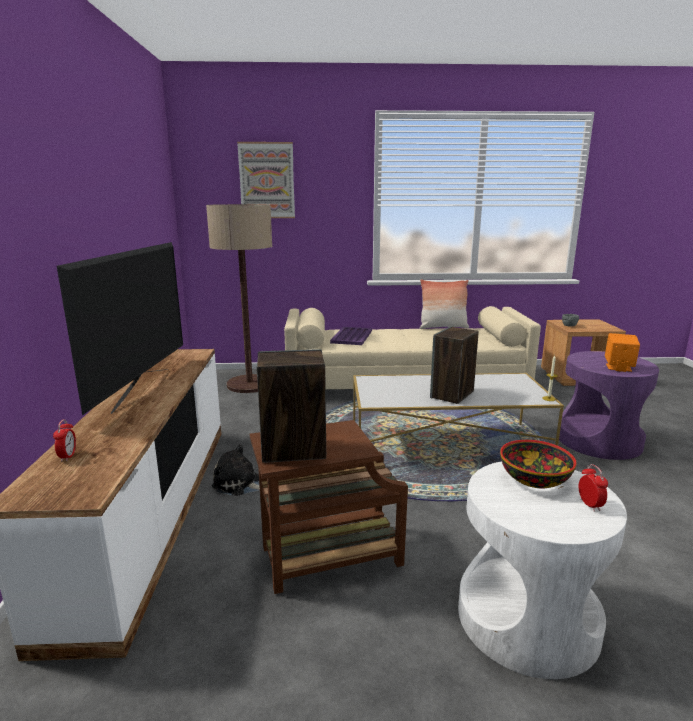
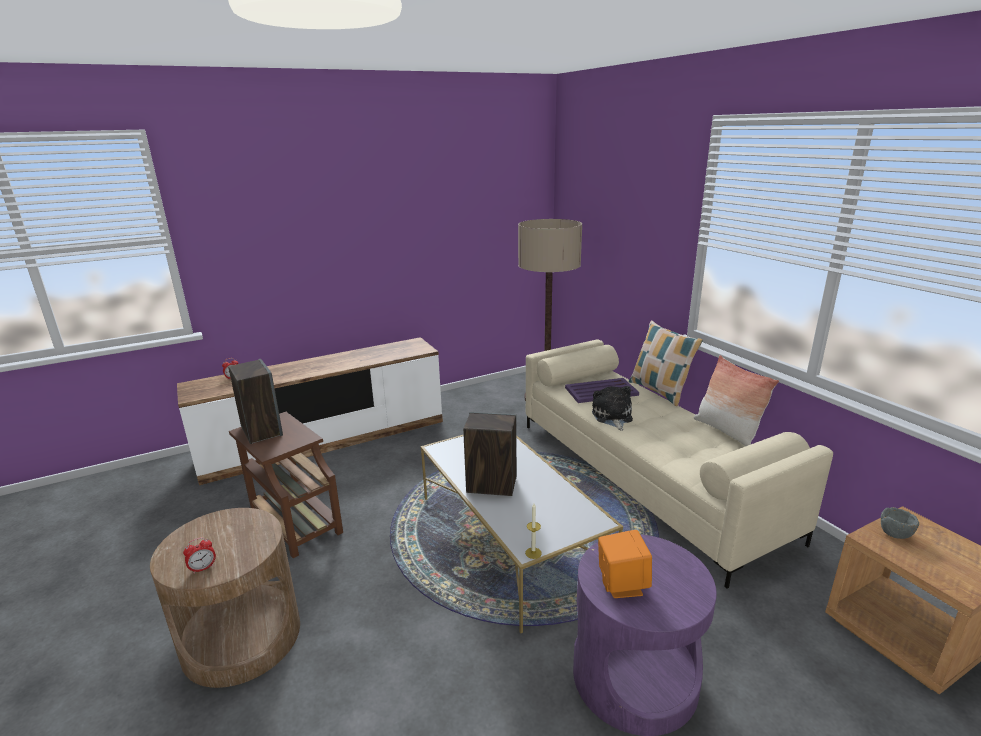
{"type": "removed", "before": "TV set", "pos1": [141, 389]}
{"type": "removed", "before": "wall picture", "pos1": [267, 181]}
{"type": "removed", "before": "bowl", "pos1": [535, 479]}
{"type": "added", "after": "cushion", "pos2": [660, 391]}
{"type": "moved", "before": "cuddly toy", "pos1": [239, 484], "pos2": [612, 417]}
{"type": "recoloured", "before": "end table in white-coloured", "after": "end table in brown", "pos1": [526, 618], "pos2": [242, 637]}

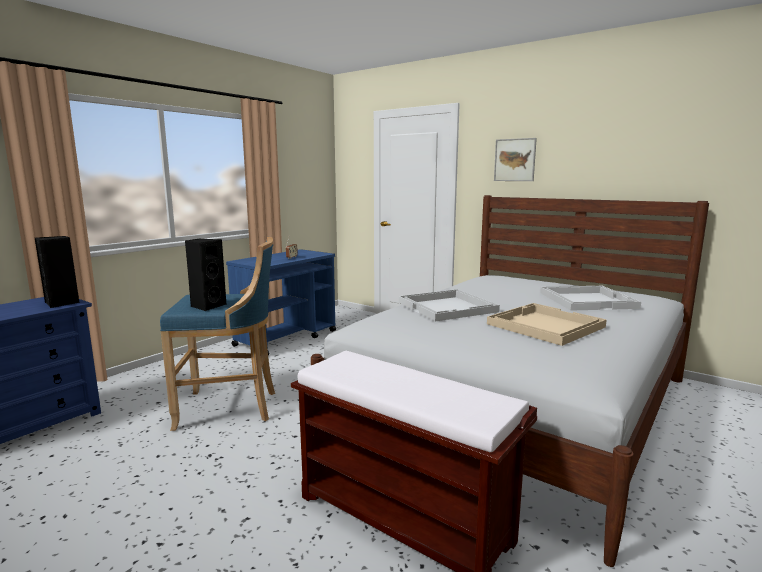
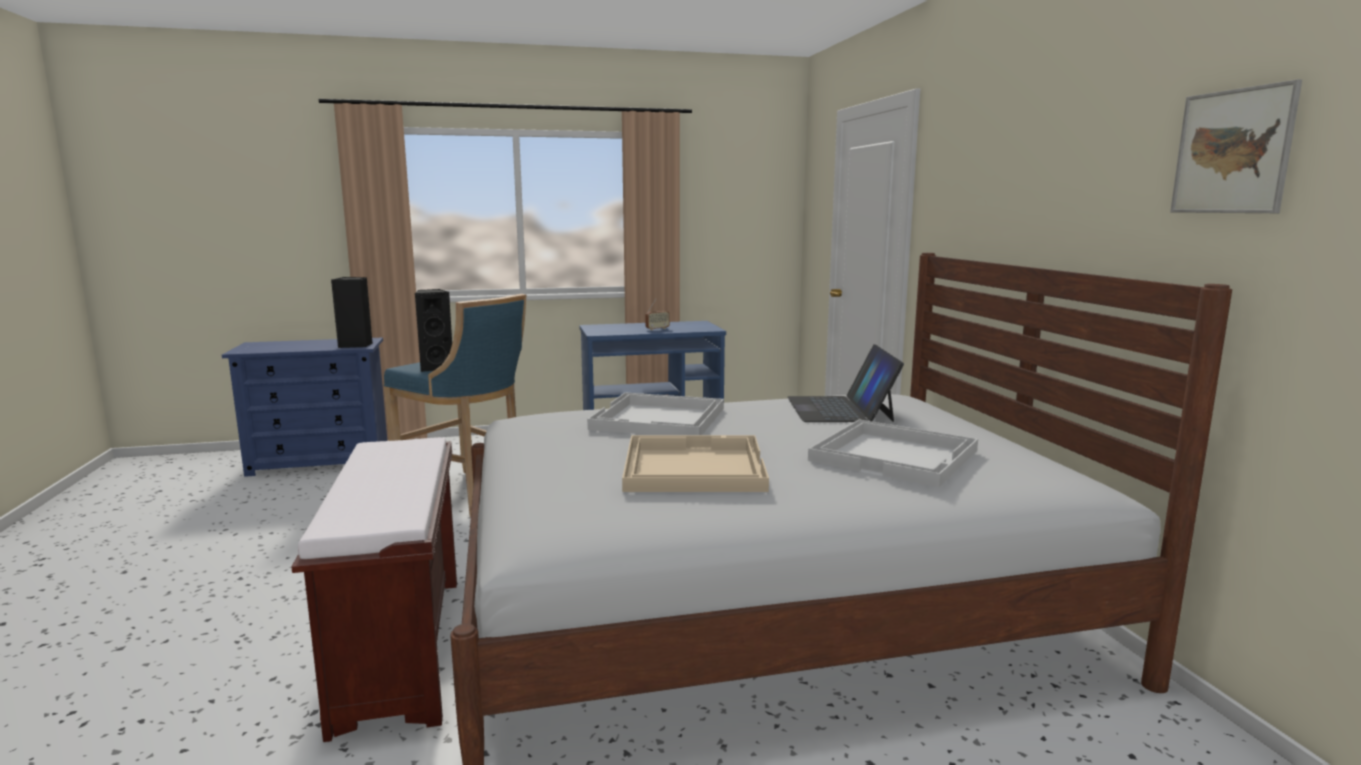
{"type": "added", "after": "notebook computer", "pos2": [840, 409]}
{"type": "moved", "before": "wall picture", "pos1": [514, 160], "pos2": [1232, 151]}

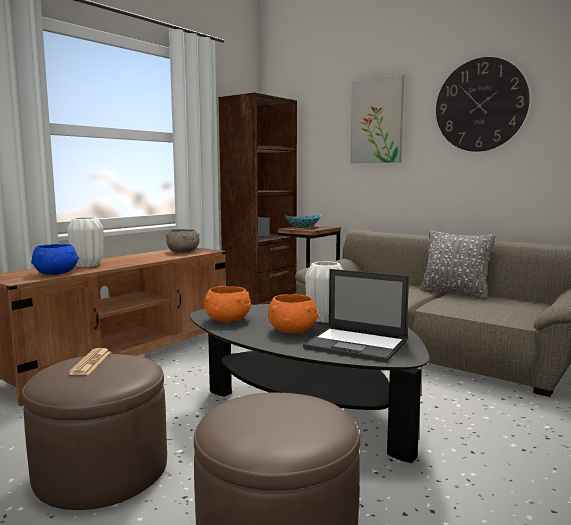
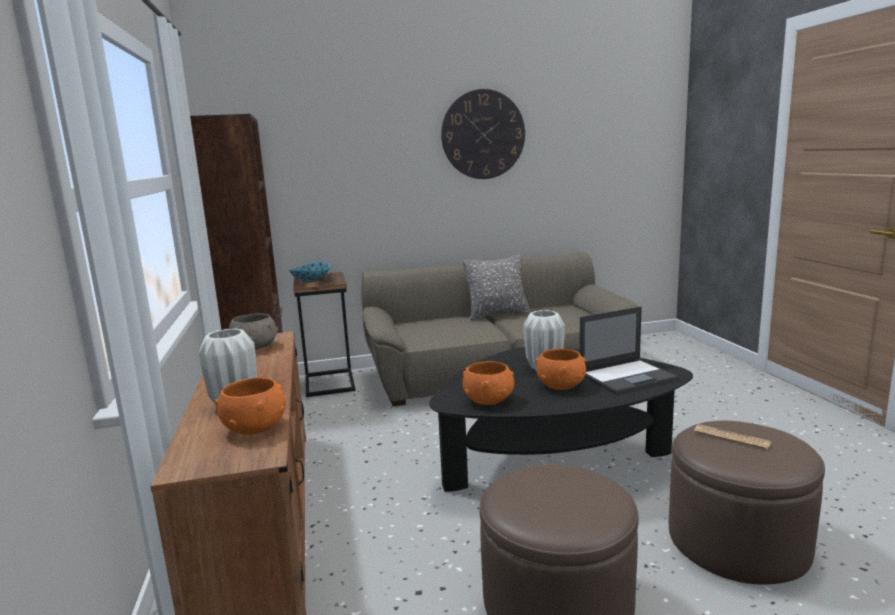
{"type": "removed", "before": "wall picture", "pos1": [377, 121]}
{"type": "moved", "before": "printed paper", "pos1": [91, 362], "pos2": [731, 438]}
{"type": "recoloured", "before": "bowl in blue", "after": "bowl in orange-coloured", "pos1": [56, 273], "pos2": [255, 427]}

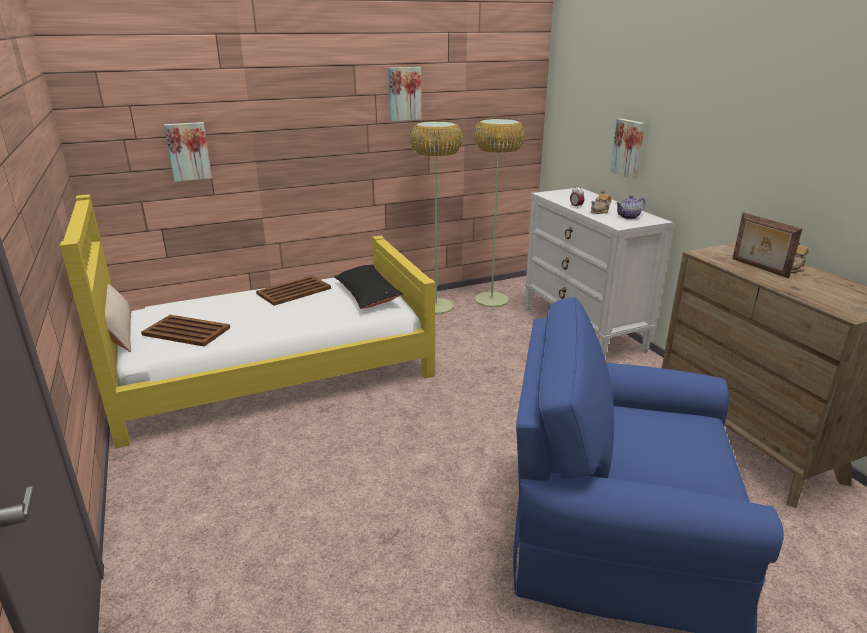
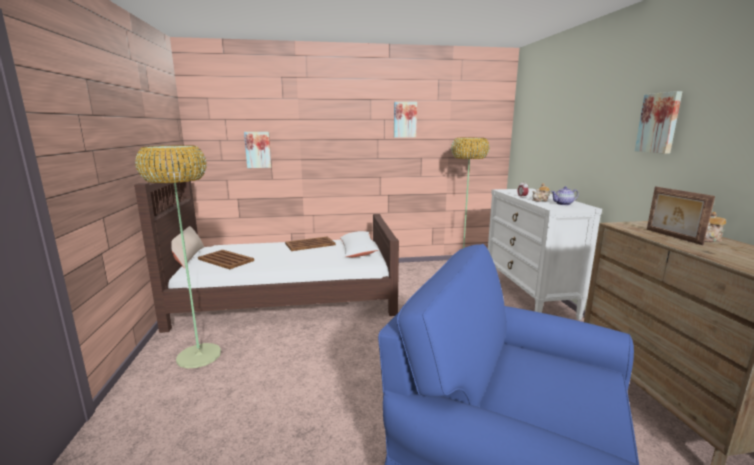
{"type": "moved", "before": "floor lamp", "pos1": [435, 306], "pos2": [198, 356]}
{"type": "moved", "before": "wall picture", "pos1": [629, 148], "pos2": [659, 123]}
{"type": "recoloured", "before": "bed in yellowish", "after": "bed in brown", "pos1": [273, 370], "pos2": [286, 297]}
{"type": "recoloured", "before": "cushion in black", "after": "cushion in white-coloured", "pos1": [367, 295], "pos2": [357, 250]}

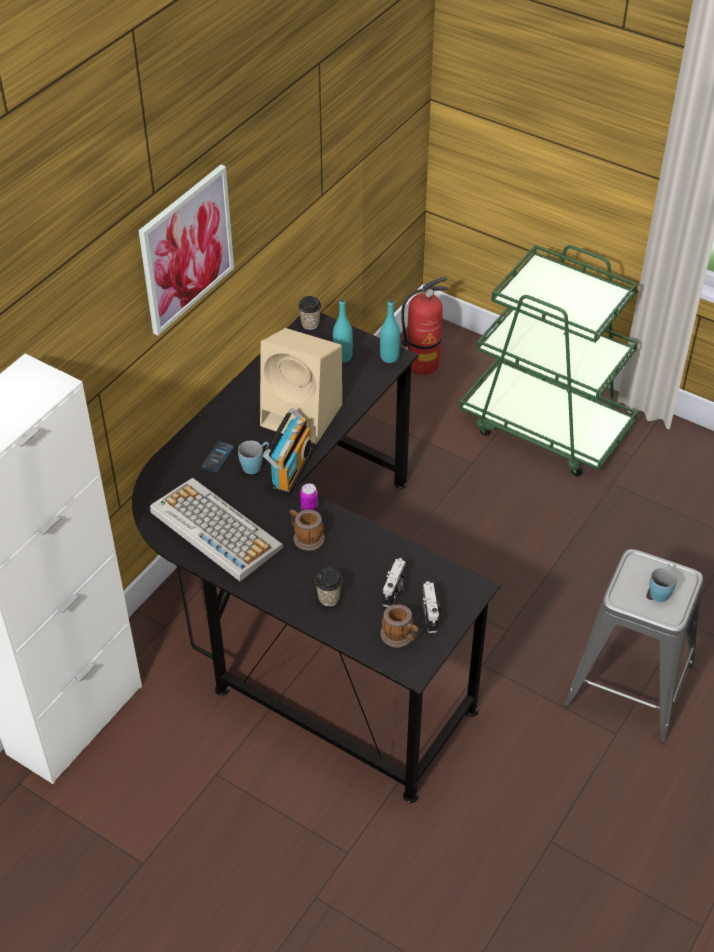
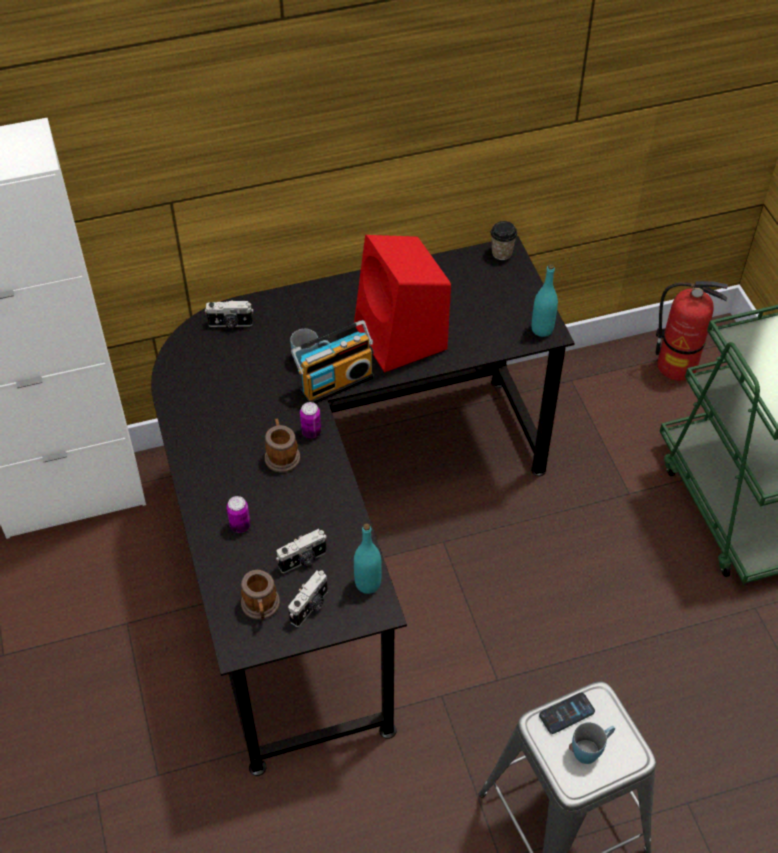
{"type": "removed", "before": "wall picture", "pos1": [186, 249]}
{"type": "removed", "before": "PC keyboard", "pos1": [214, 529]}
{"type": "added", "after": "still camera", "pos2": [230, 324]}
{"type": "moved", "before": "phone", "pos1": [217, 457], "pos2": [566, 713]}
{"type": "moved", "before": "beverage bottle in turquoise-coloured", "pos1": [342, 357], "pos2": [368, 583]}
{"type": "replaced", "before": "cup", "after": "can", "pos1": [329, 598], "pos2": [240, 525]}
{"type": "recoloured", "before": "loudspeaker in sand-coloured", "after": "loudspeaker in reddish", "pos1": [304, 415], "pos2": [402, 338]}

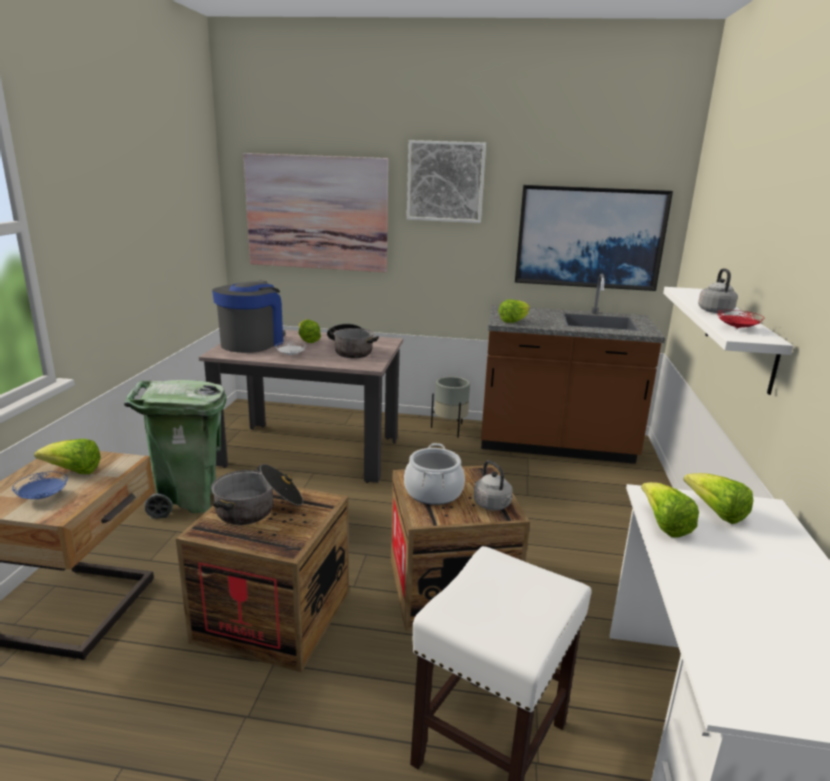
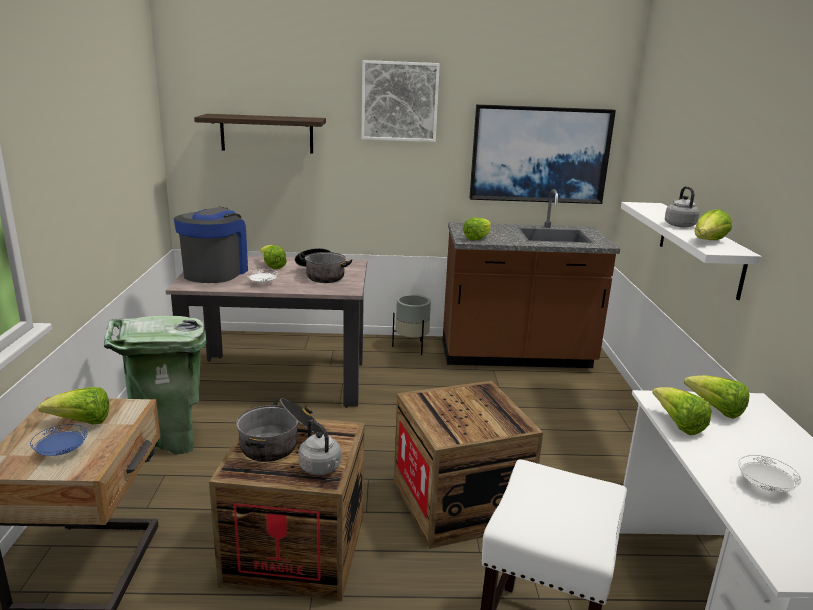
{"type": "removed", "before": "stockpot", "pos1": [433, 492]}
{"type": "added", "after": "plate in white-coloured", "pos2": [765, 486]}
{"type": "moved", "before": "kettle in greyish", "pos1": [493, 505], "pos2": [321, 468]}
{"type": "replaced", "before": "wall picture", "after": "bracket shelf", "pos1": [317, 213], "pos2": [267, 134]}
{"type": "replaced", "before": "plate in reddish", "after": "head of lettuce", "pos1": [737, 328], "pos2": [708, 242]}

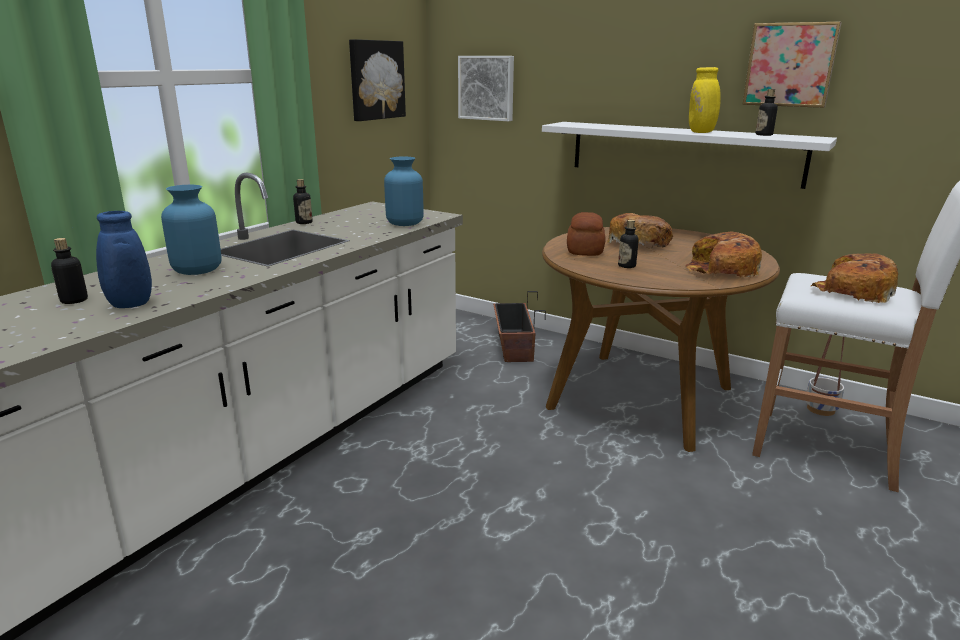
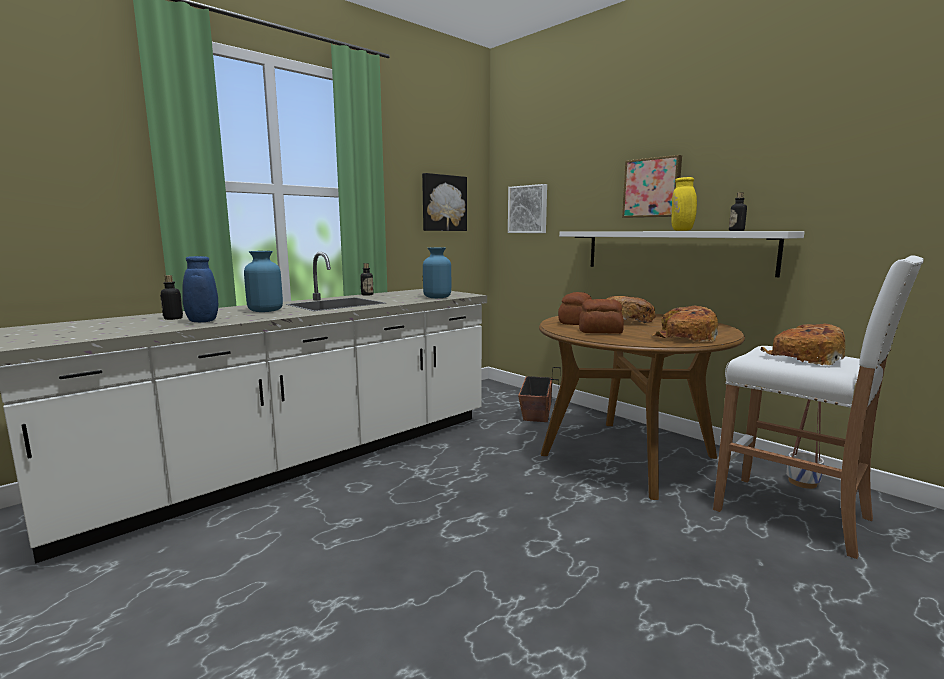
{"type": "moved", "before": "wall picture", "pos1": [790, 65], "pos2": [652, 188]}
{"type": "replaced", "before": "beverage bottle", "after": "bakery bread", "pos1": [626, 266], "pos2": [601, 331]}

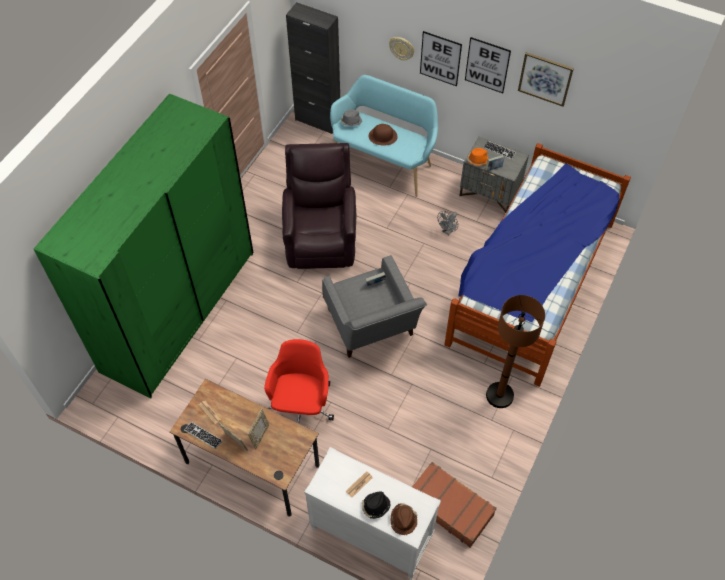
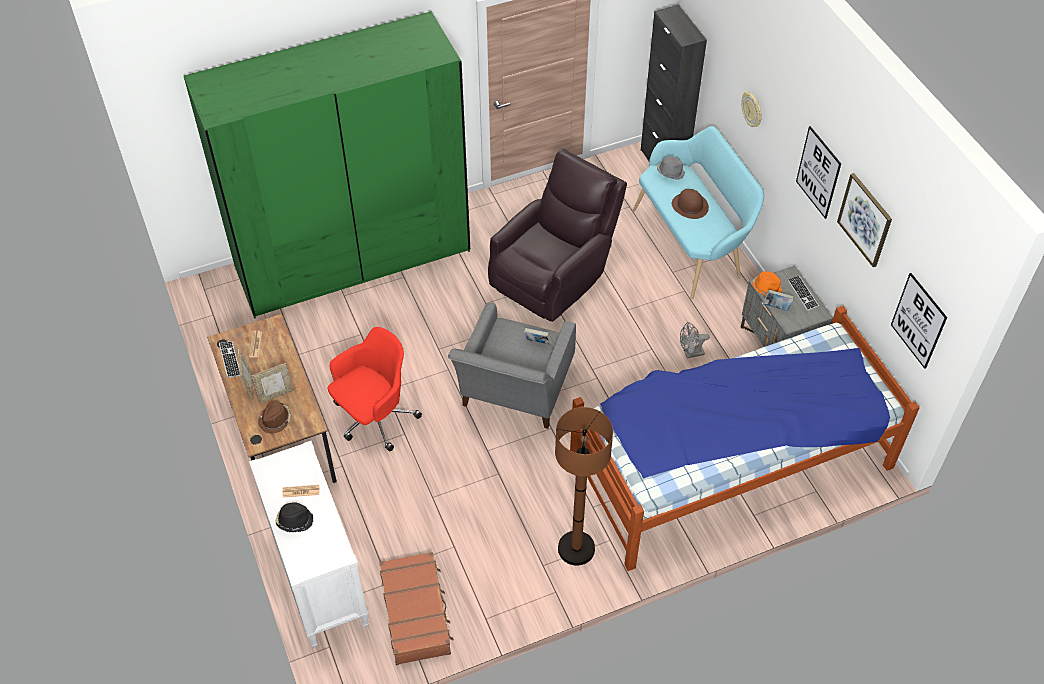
{"type": "moved", "before": "clothing hat in brown", "pos1": [403, 520], "pos2": [275, 420]}
{"type": "moved", "before": "wall picture", "pos1": [440, 58], "pos2": [918, 321]}

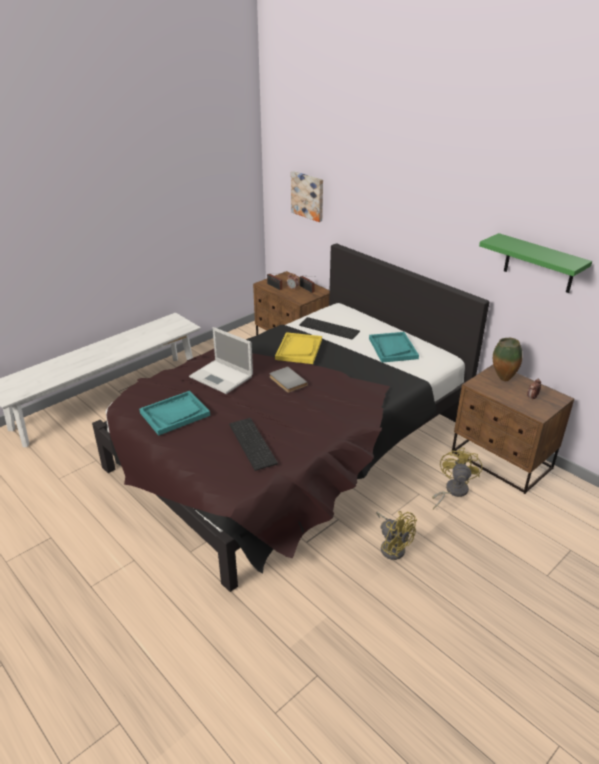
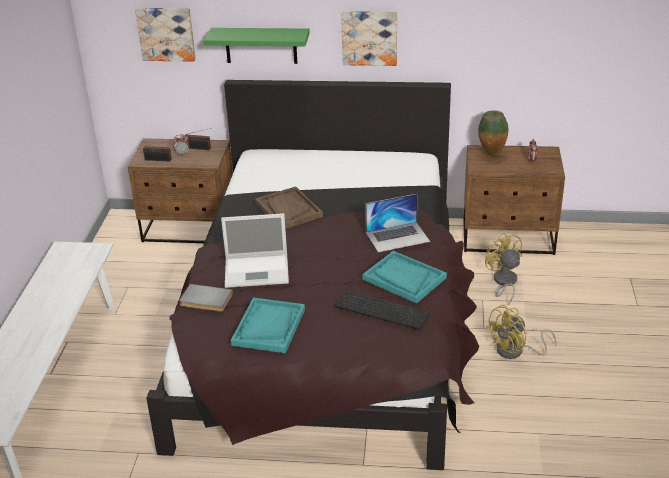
{"type": "removed", "before": "PC keyboard", "pos1": [330, 328]}
{"type": "added", "after": "wall picture", "pos2": [369, 37]}
{"type": "added", "after": "notebook computer", "pos2": [397, 237]}
{"type": "moved", "before": "bound book in greyish", "pos1": [286, 381], "pos2": [205, 300]}
{"type": "moved", "before": "tray in turquoise-coloured", "pos1": [392, 348], "pos2": [404, 278]}
{"type": "moved", "before": "bracket shelf in greenish", "pos1": [539, 264], "pos2": [261, 45]}
{"type": "recoloured", "before": "tray in yellowish", "after": "tray in brown", "pos1": [299, 349], "pos2": [288, 210]}
{"type": "turned", "before": "fan in yellowish", "pos1": [392, 546], "pos2": [515, 351], "turn": 135}

